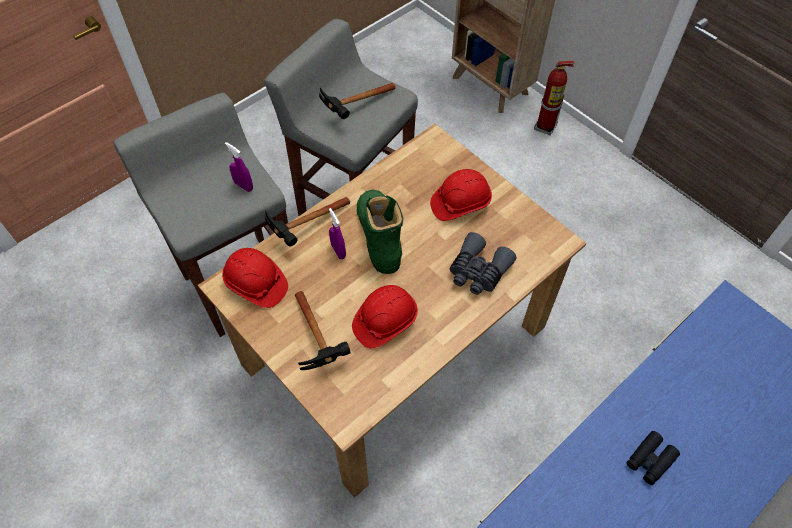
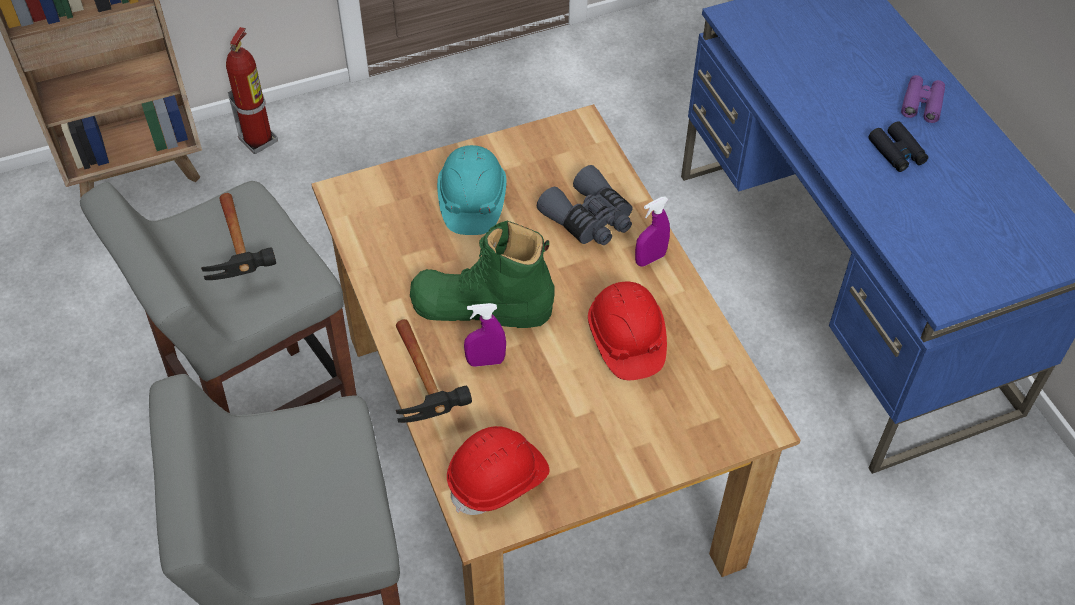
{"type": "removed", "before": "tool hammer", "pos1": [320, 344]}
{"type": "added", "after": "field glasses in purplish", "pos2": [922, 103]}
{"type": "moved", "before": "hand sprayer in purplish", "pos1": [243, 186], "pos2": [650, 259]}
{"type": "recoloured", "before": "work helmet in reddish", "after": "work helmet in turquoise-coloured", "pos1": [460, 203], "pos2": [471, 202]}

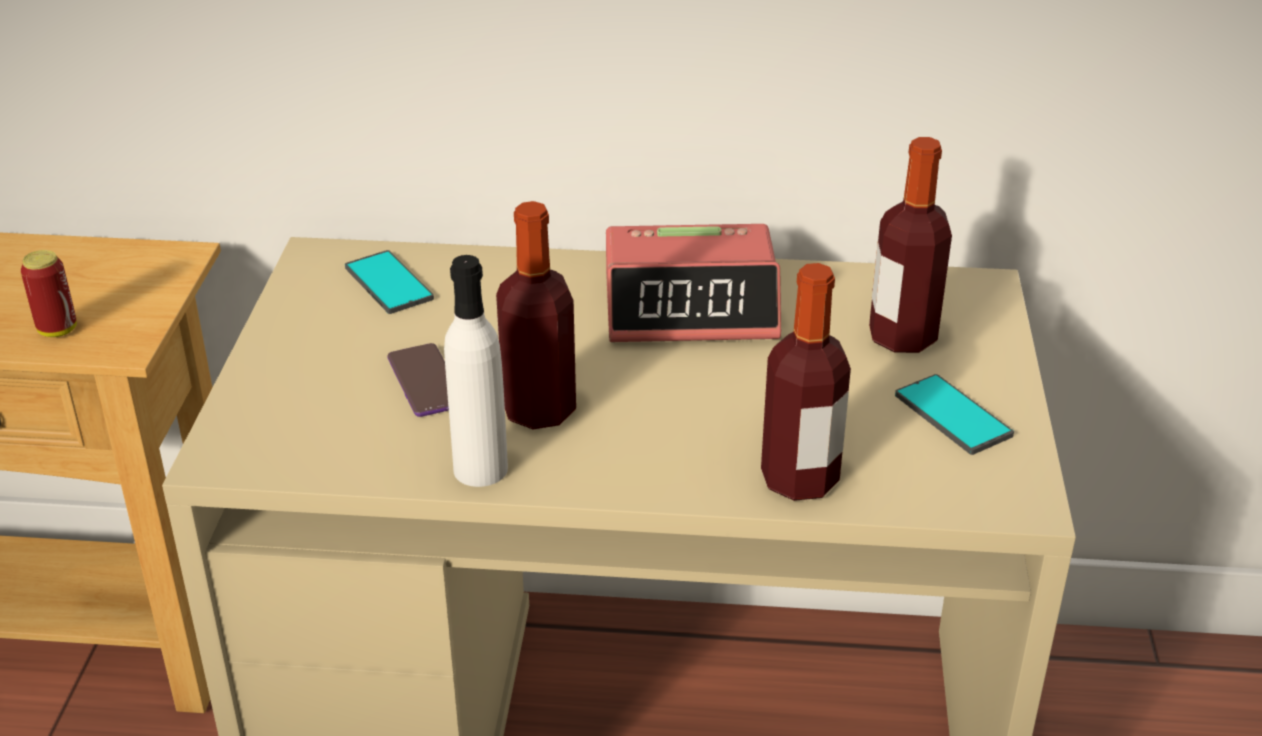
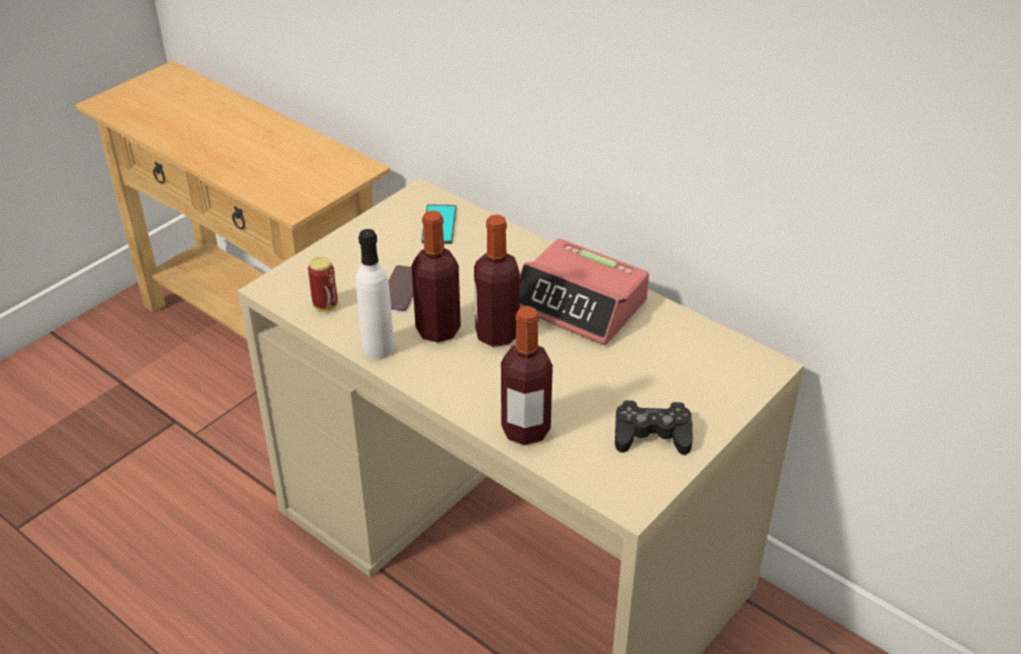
{"type": "moved", "before": "can", "pos1": [57, 330], "pos2": [325, 305]}
{"type": "moved", "before": "beverage bottle", "pos1": [902, 337], "pos2": [497, 334]}
{"type": "replaced", "before": "phone", "after": "joypad in black", "pos1": [953, 415], "pos2": [652, 435]}

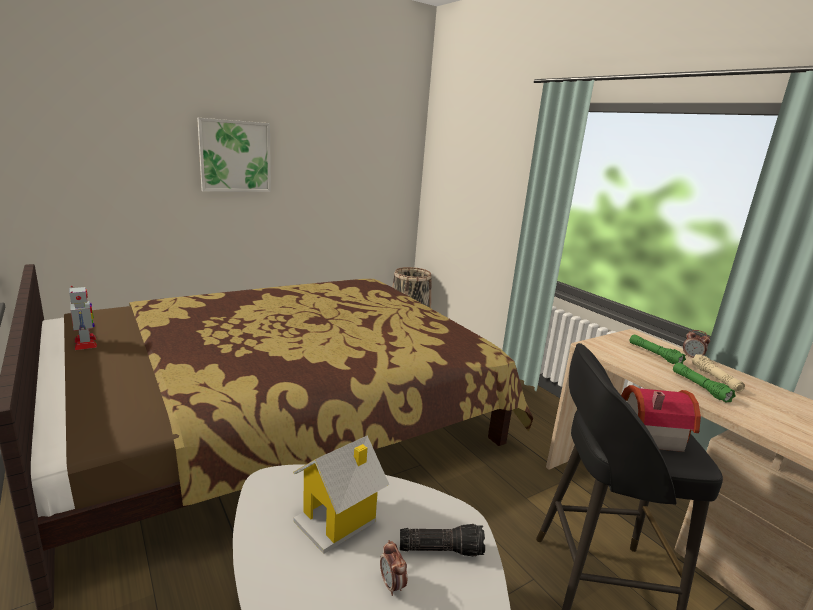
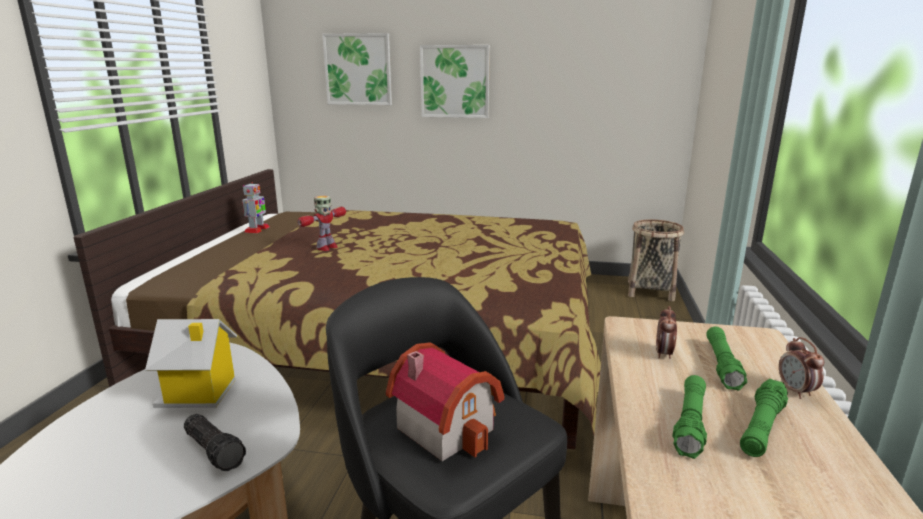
{"type": "added", "after": "toy robot", "pos2": [326, 247]}
{"type": "added", "after": "wall picture", "pos2": [358, 69]}
{"type": "moved", "before": "alarm clock", "pos1": [392, 585], "pos2": [663, 354]}
{"type": "recoloured", "before": "torch in sand-coloured", "after": "torch in greenish", "pos1": [715, 379], "pos2": [761, 427]}

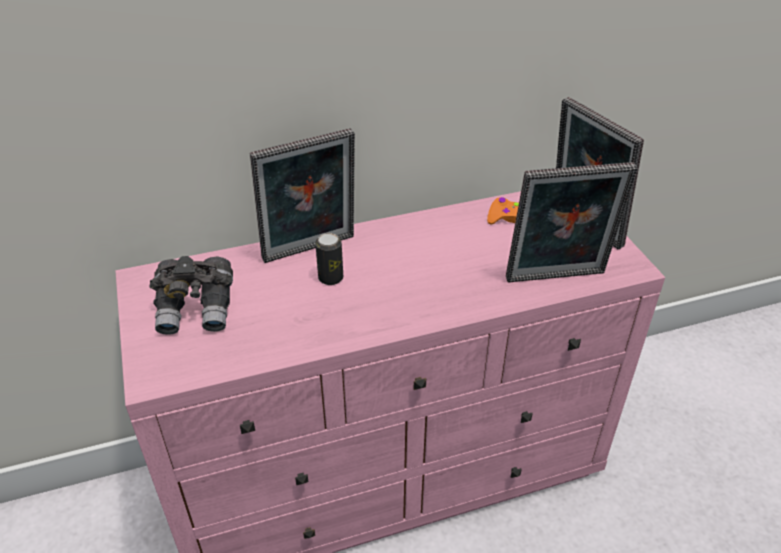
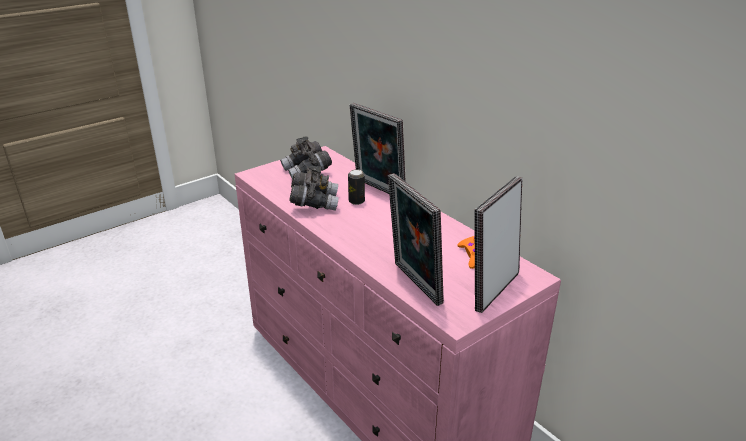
{"type": "added", "after": "field glasses in greyish", "pos2": [314, 203]}

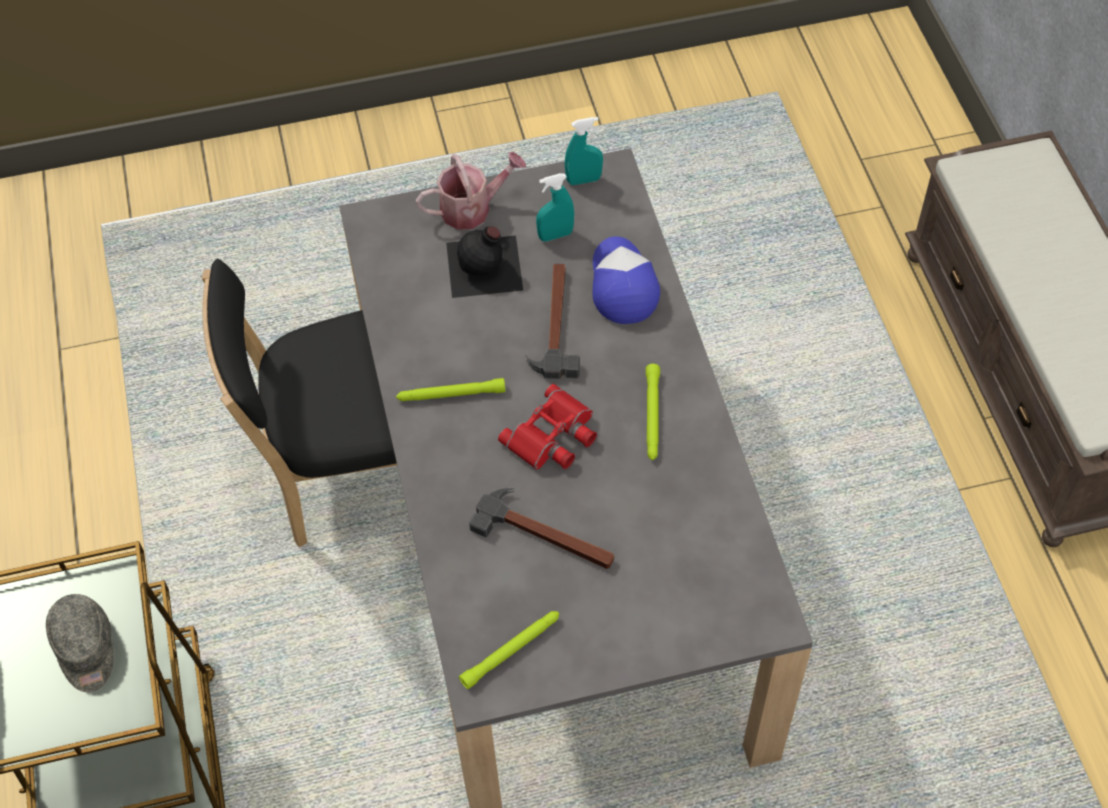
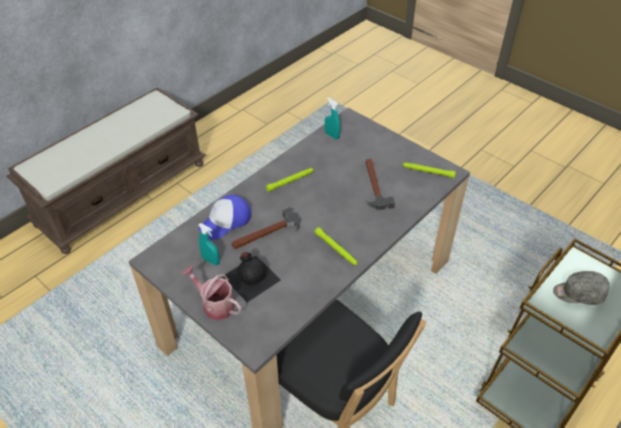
{"type": "removed", "before": "field glasses in reddish", "pos1": [553, 436]}
{"type": "moved", "before": "hand sprayer in turquoise-coloured", "pos1": [583, 180], "pos2": [332, 135]}
{"type": "turned", "before": "peaked cap in greyish", "pos1": [86, 650], "pos2": [578, 294], "turn": -120}

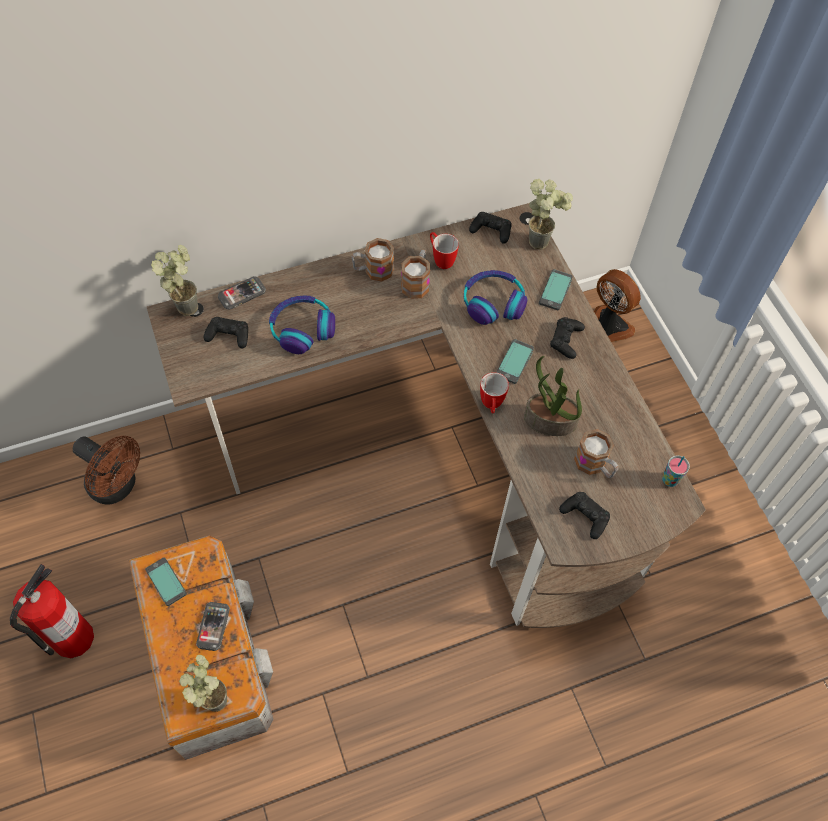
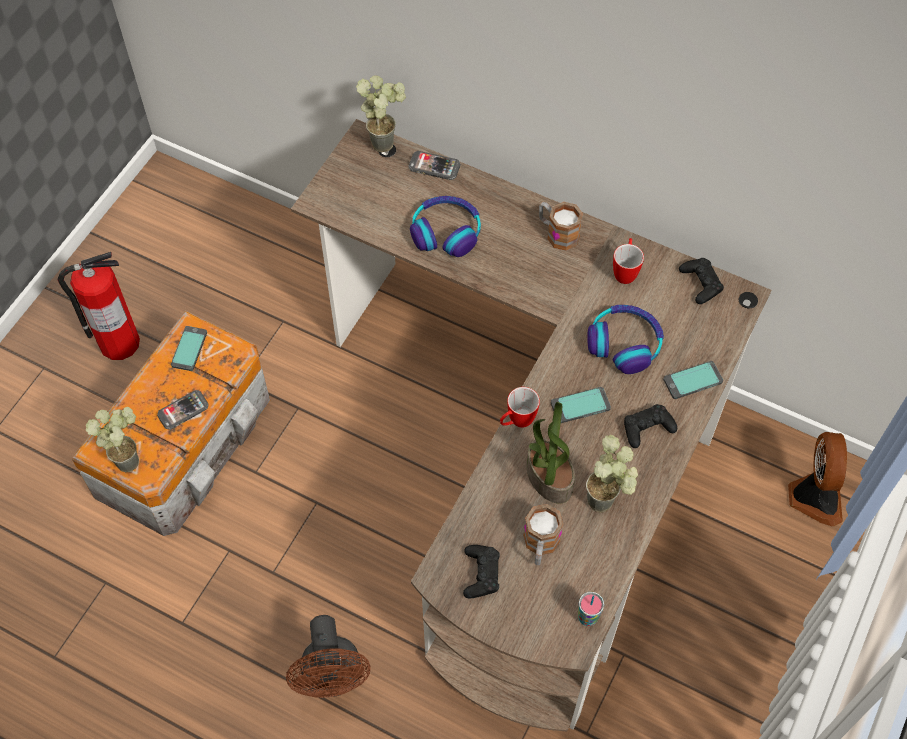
{"type": "removed", "before": "joypad in black", "pos1": [228, 335]}
{"type": "removed", "before": "mug", "pos1": [417, 282]}
{"type": "moved", "before": "fan in brown", "pos1": [118, 487], "pos2": [333, 679]}
{"type": "moved", "before": "plant in a pot", "pos1": [543, 239], "pos2": [608, 502]}

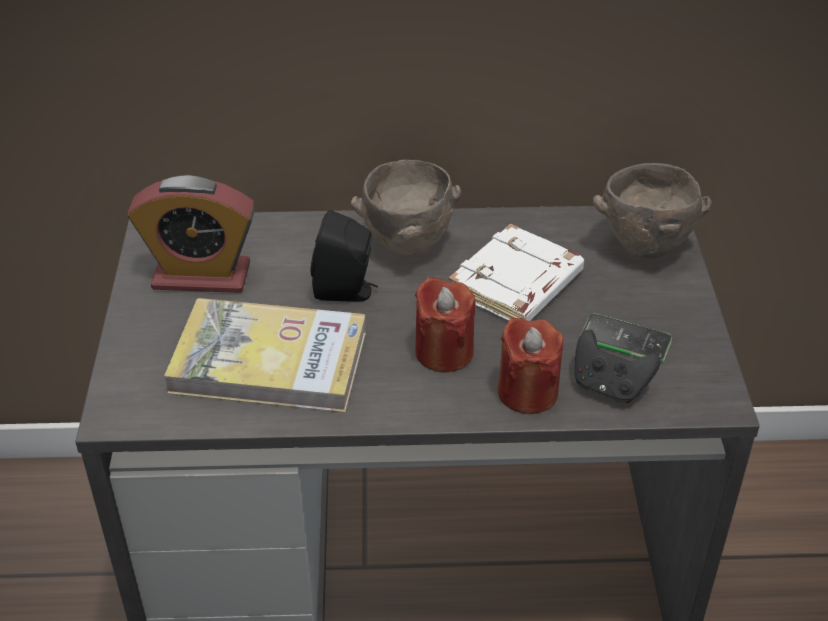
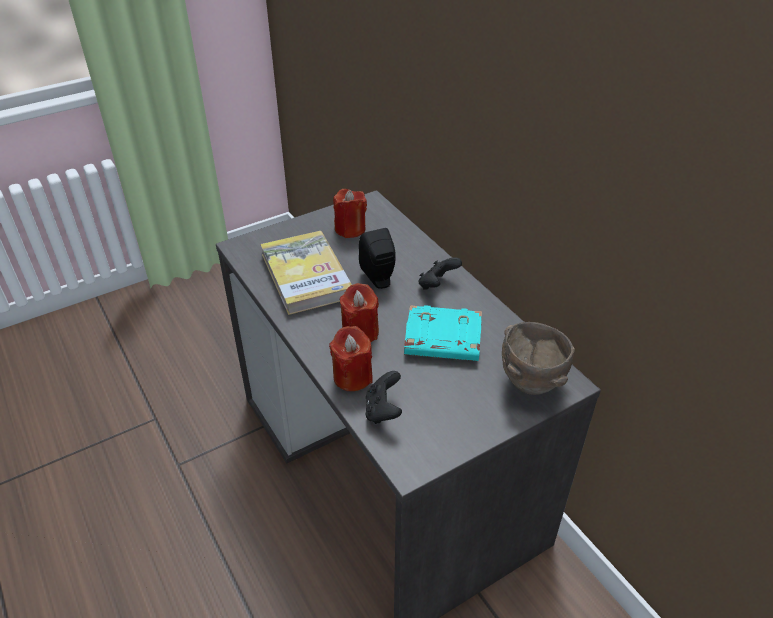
{"type": "removed", "before": "phone", "pos1": [625, 339]}
{"type": "replaced", "before": "alarm clock", "after": "wax light in reddish", "pos1": [201, 276], "pos2": [350, 229]}
{"type": "replaced", "before": "bowl in brown", "after": "joypad in black", "pos1": [407, 245], "pos2": [437, 285]}
{"type": "recoloured", "before": "bound book in white-coloured", "after": "bound book in turquoise-coloured", "pos1": [516, 285], "pos2": [441, 339]}

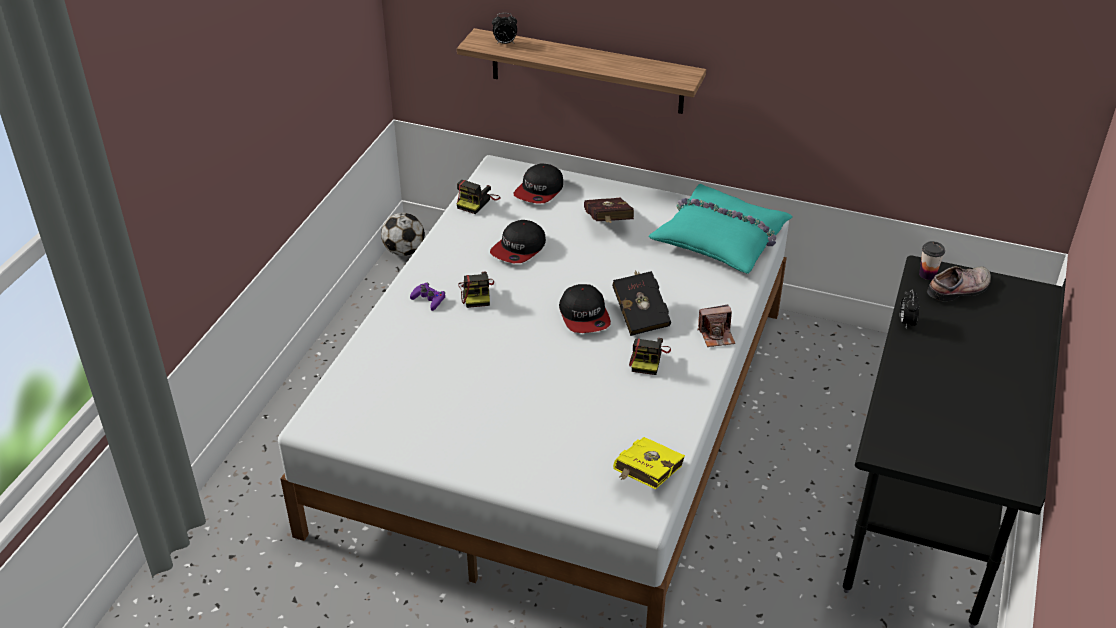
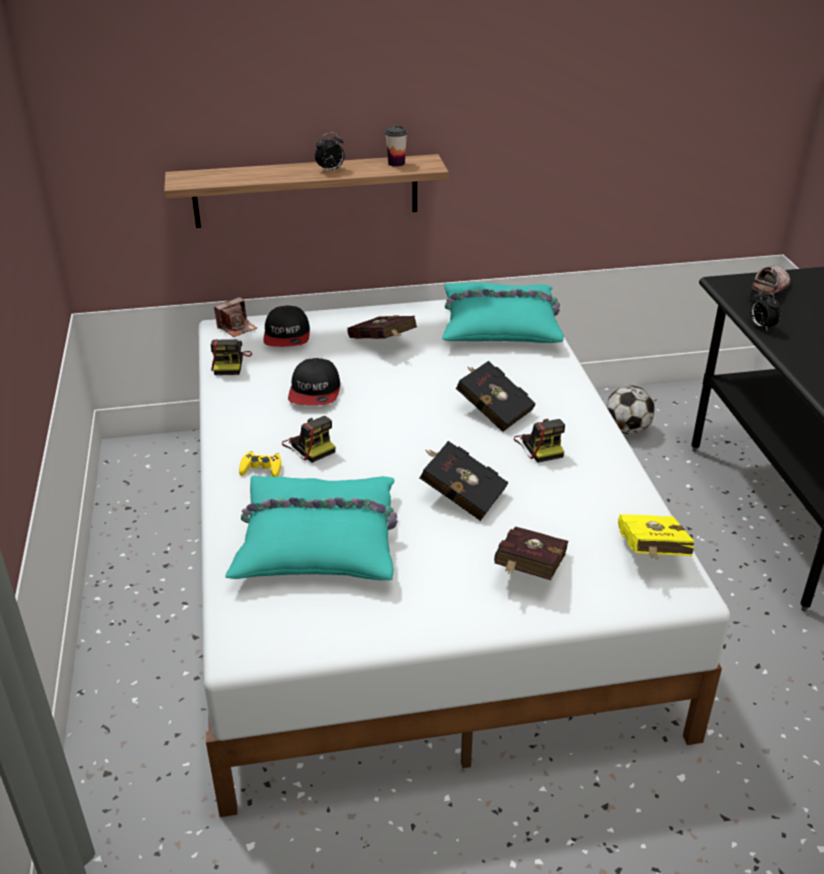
{"type": "removed", "before": "peaked cap", "pos1": [584, 316]}
{"type": "added", "after": "cushion in turquoise-coloured", "pos2": [318, 540]}
{"type": "added", "after": "bound book in black", "pos2": [460, 495]}
{"type": "added", "after": "bound book in reddish", "pos2": [528, 572]}
{"type": "moved", "before": "football ball", "pos1": [404, 251], "pos2": [627, 429]}
{"type": "moved", "before": "alarm clock", "pos1": [505, 43], "pos2": [330, 170]}
{"type": "moved", "before": "still camera", "pos1": [716, 335], "pos2": [237, 327]}
{"type": "moved", "before": "cup", "pos1": [927, 274], "pos2": [396, 163]}
{"type": "recoloured", "before": "joypad in purplish", "after": "joypad in yellowish", "pos1": [428, 299], "pos2": [261, 469]}

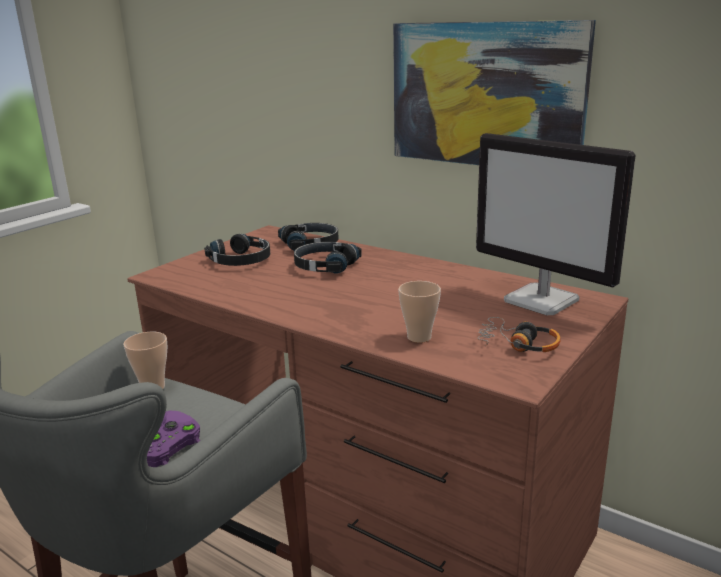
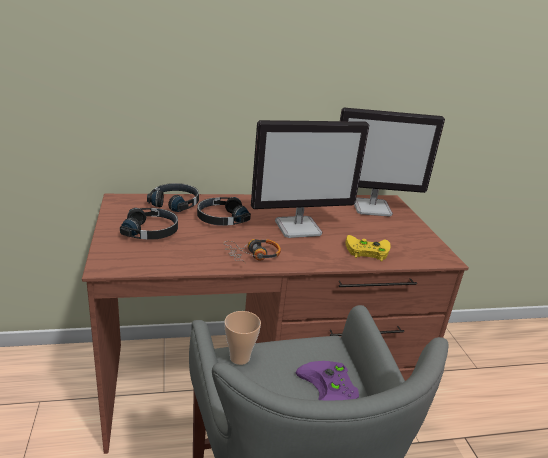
{"type": "removed", "before": "wall picture", "pos1": [486, 95]}
{"type": "added", "after": "computer display", "pos2": [299, 228]}
{"type": "moved", "before": "headset", "pos1": [517, 344], "pos2": [253, 256]}
{"type": "replaced", "before": "cup", "after": "joypad in yellowish", "pos1": [419, 337], "pos2": [365, 251]}

